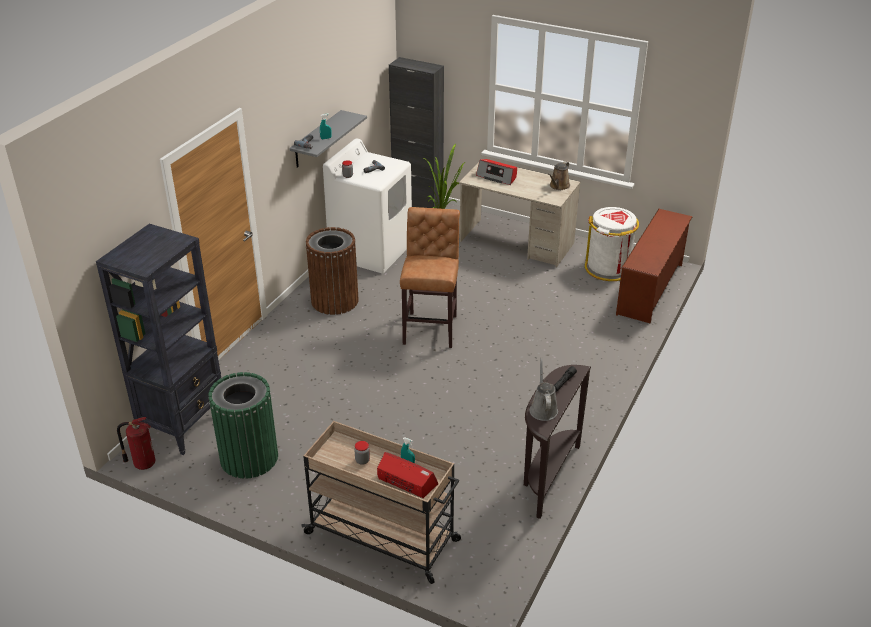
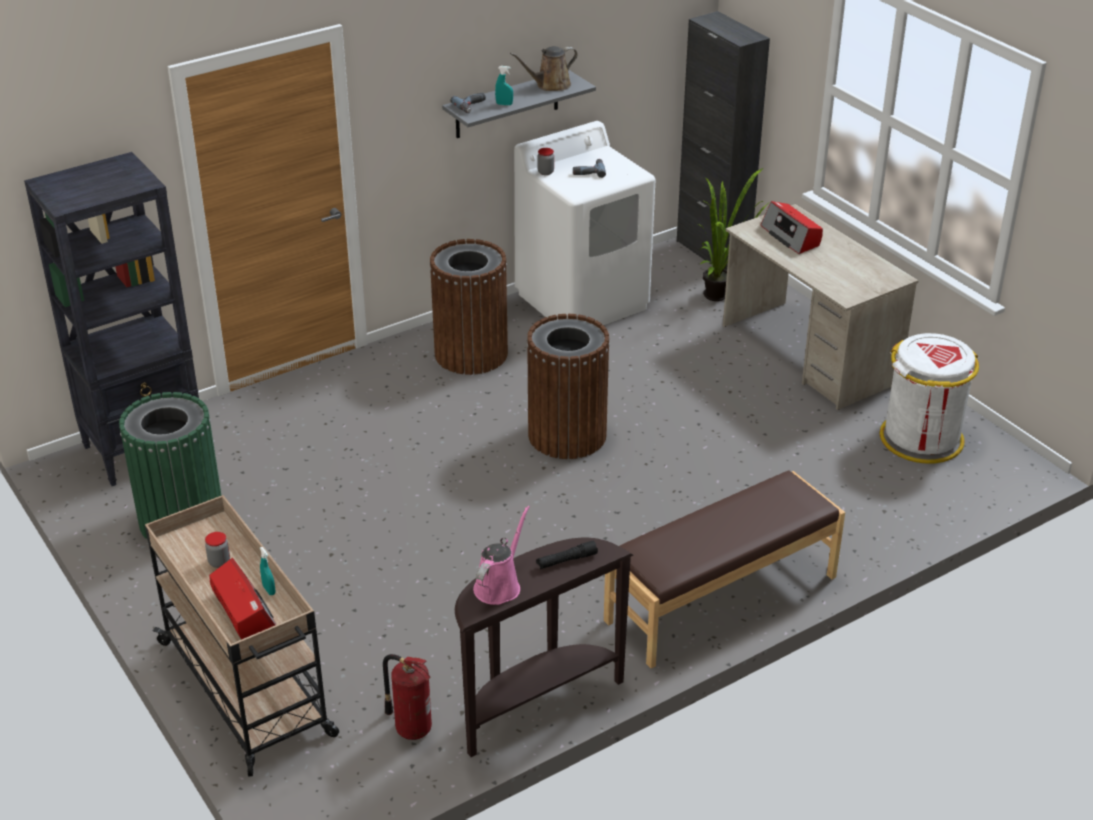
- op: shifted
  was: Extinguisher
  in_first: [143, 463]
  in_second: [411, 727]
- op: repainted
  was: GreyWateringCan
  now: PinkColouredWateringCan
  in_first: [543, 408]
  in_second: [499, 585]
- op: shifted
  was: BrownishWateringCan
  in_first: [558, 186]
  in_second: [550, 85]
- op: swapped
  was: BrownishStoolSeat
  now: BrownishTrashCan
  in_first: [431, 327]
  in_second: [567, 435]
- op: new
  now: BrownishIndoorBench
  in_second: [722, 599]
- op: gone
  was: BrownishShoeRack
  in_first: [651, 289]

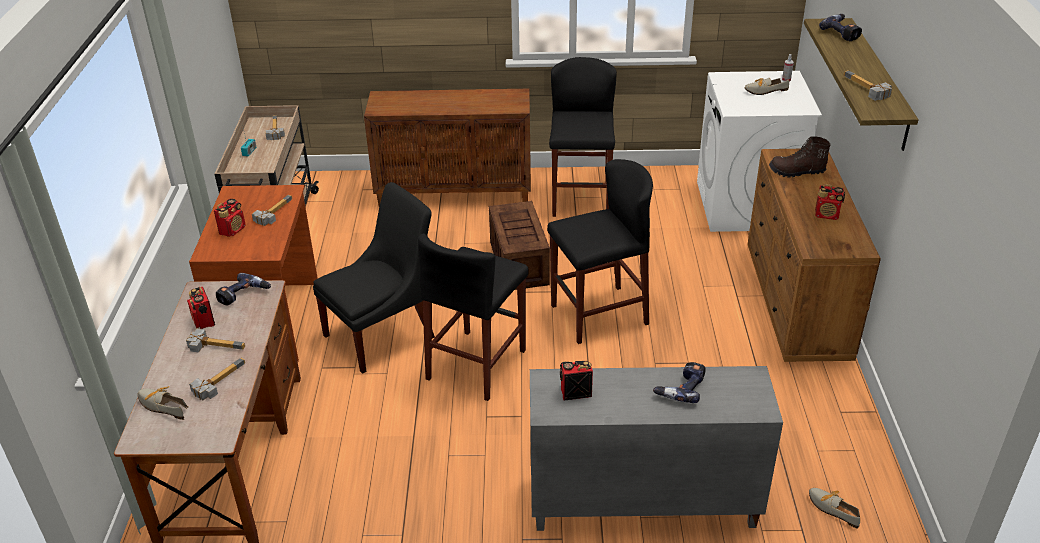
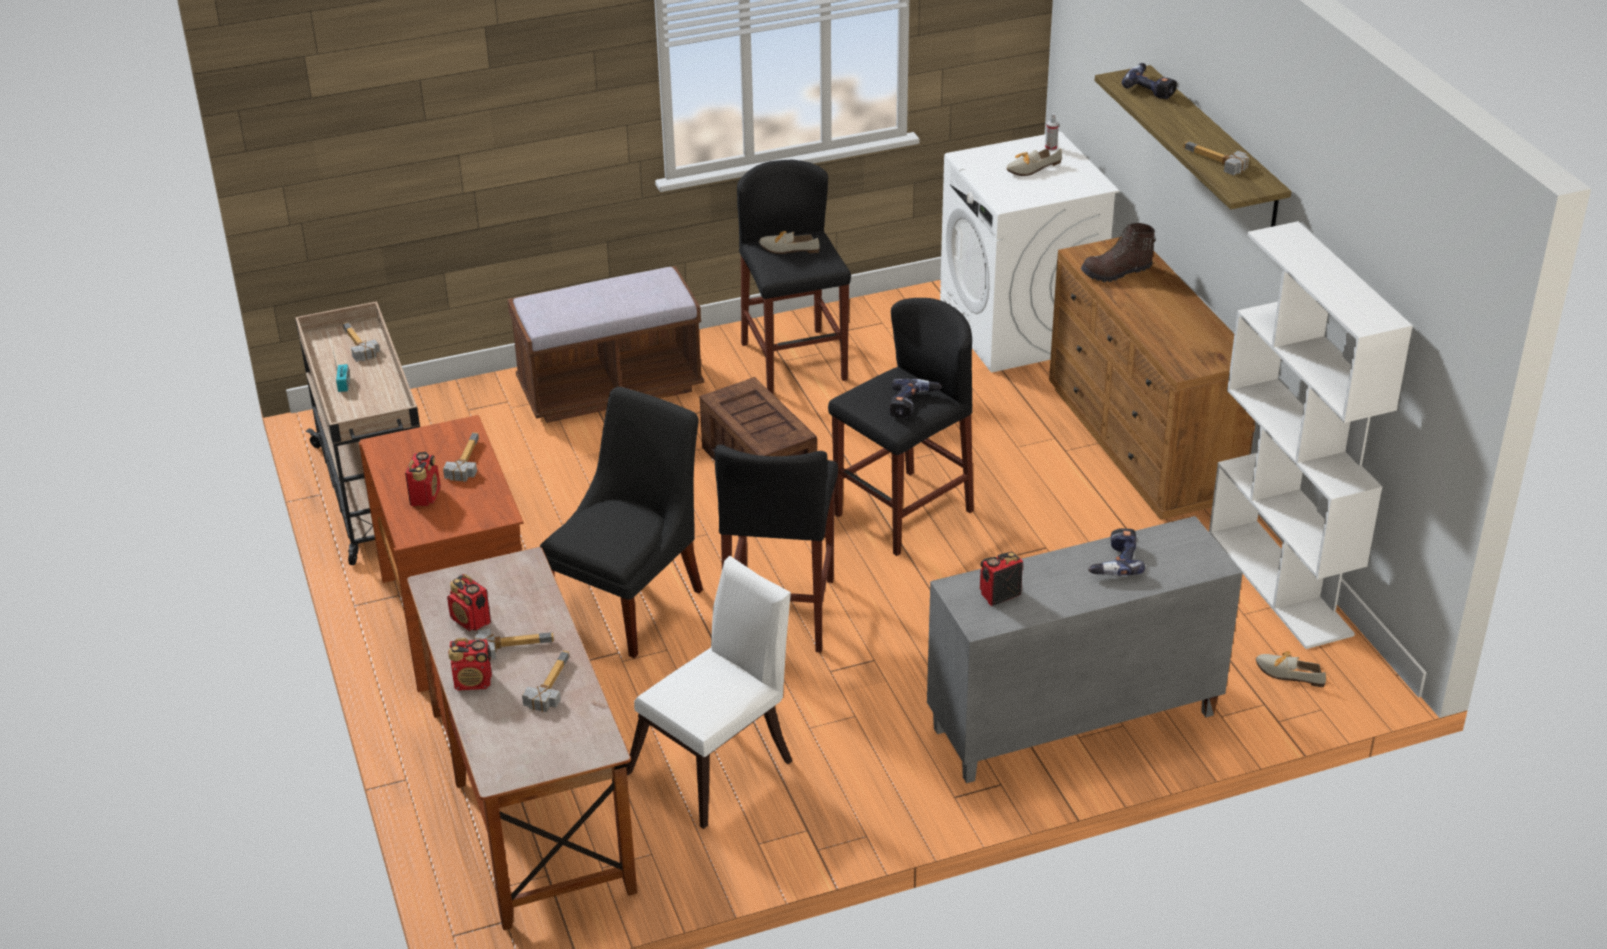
- op: shifted
  was: RadioReceiver
  in_first: [827, 215]
  in_second: [473, 682]
- op: swapped
  was: BrownishStorageCabinet
  now: BrownishIndoorBench
  in_first: [455, 193]
  in_second: [610, 388]
- op: new
  now: WhitishUprightChair
  in_second: [718, 762]
- op: shifted
  was: LowShoe
  in_first: [162, 405]
  in_second: [785, 248]
- op: shifted
  was: Drill
  in_first: [244, 296]
  in_second: [912, 404]
- op: new
  now: WhitishShelvingUnit
  in_second: [1280, 583]

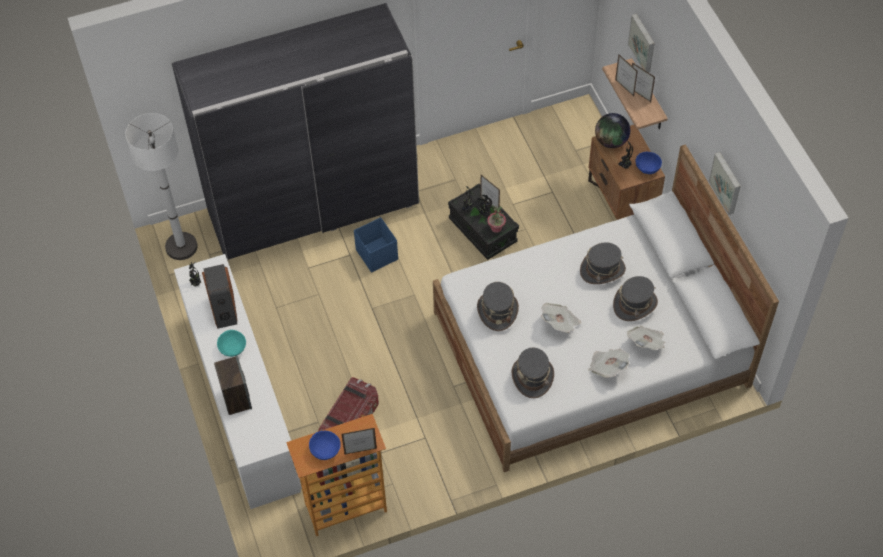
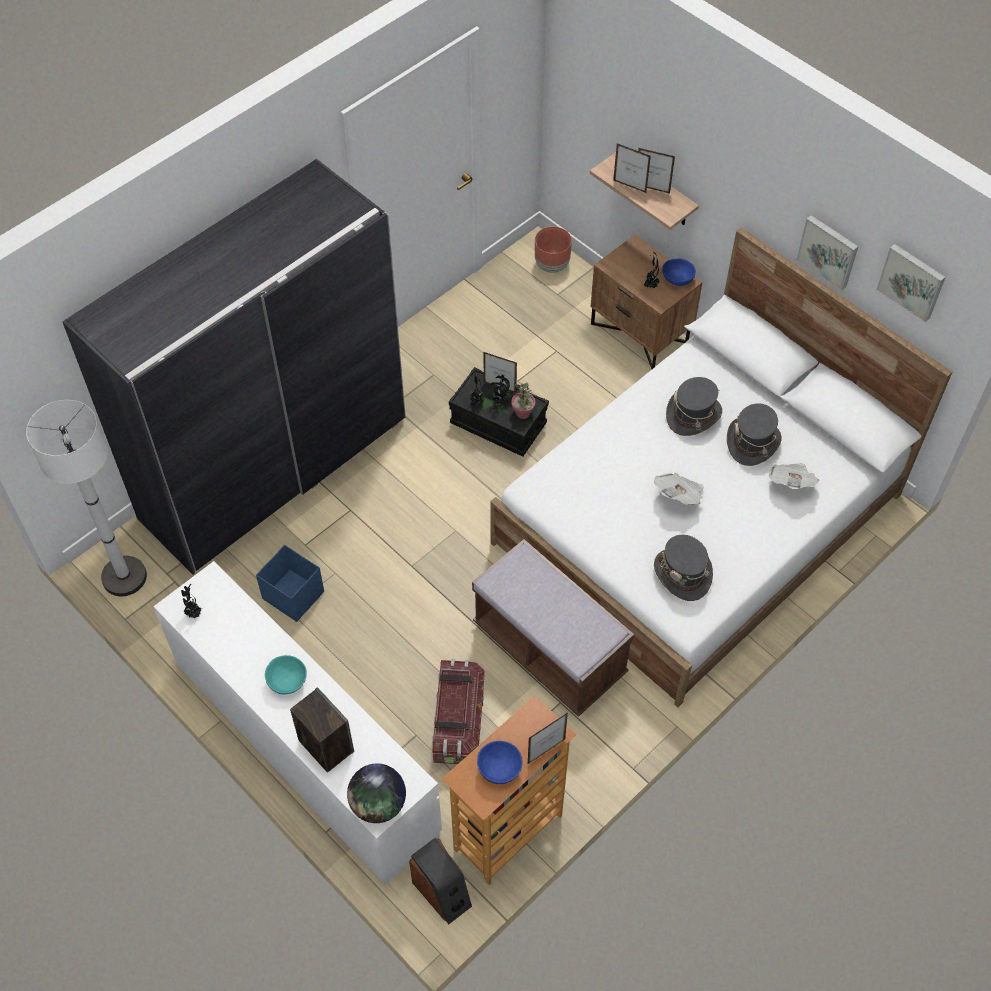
- op: shifted
  was: BlueStorageContainer
  in_first: [377, 254]
  in_second: [293, 595]
- op: shifted
  was: DeskGlobe
  in_first: [611, 141]
  in_second: [378, 804]
- op: shifted
  was: AudioSpeaker
  in_first: [224, 309]
  in_second: [442, 892]
- op: new
  now: BrownishIndoorBench
  in_second: [549, 650]
- op: new
  now: BrownishFlowerPot
  in_second: [552, 265]
- op: shifted
  was: Picture
  in_first: [643, 43]
  in_second: [912, 281]
- op: gone
  was: GreyHat
  in_first: [497, 311]
- op: gone
  was: DailyPaper
  in_first: [607, 367]

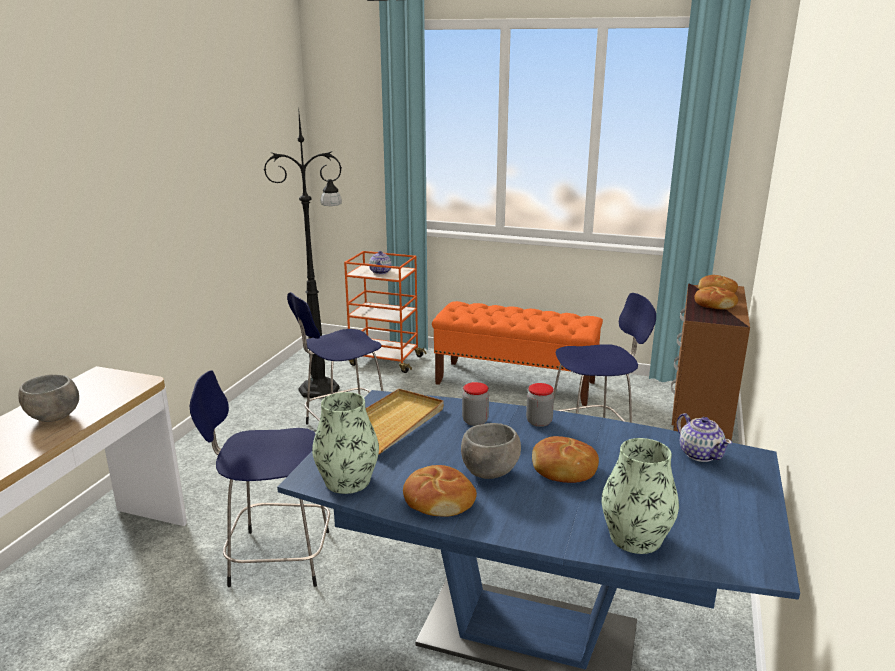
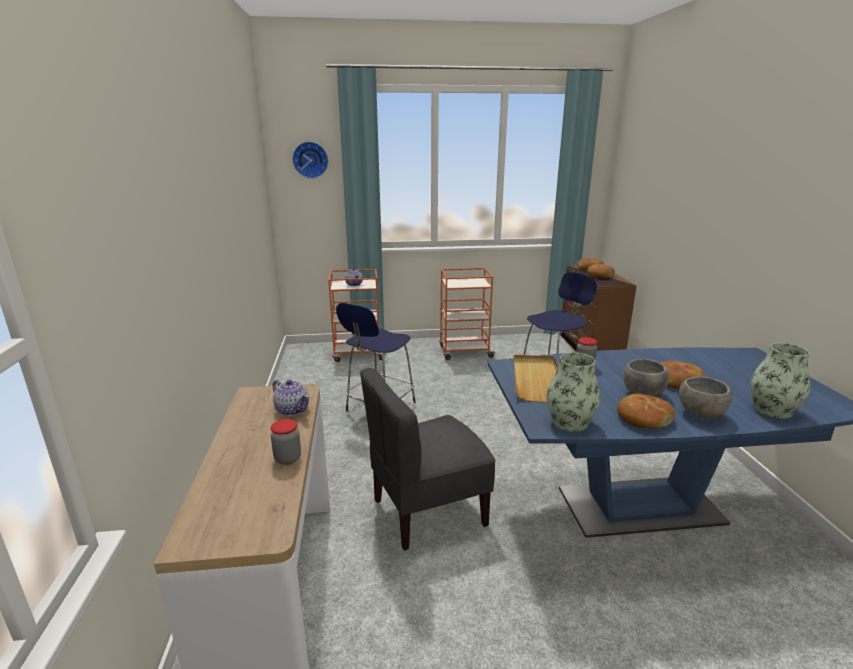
- op: shifted
  was: PreserveJar
  in_first: [539, 422]
  in_second: [287, 458]
- op: shifted
  was: TeaPot
  in_first: [700, 454]
  in_second: [292, 409]
- op: new
  now: ClockOnTheWall
  in_second: [310, 160]
- op: swapped
  was: BlueStoolSeat
  now: GreyUprightChair
  in_first: [276, 557]
  in_second: [428, 511]
- op: swapped
  was: OrangeyIndoorBench
  now: OrangeyTrolley
  in_first: [515, 383]
  in_second: [464, 352]
- op: shifted
  was: GreyDeepDish
  in_first: [54, 417]
  in_second: [701, 414]
- op: gone
  was: BlackishFloorLamp
  in_first: [321, 389]

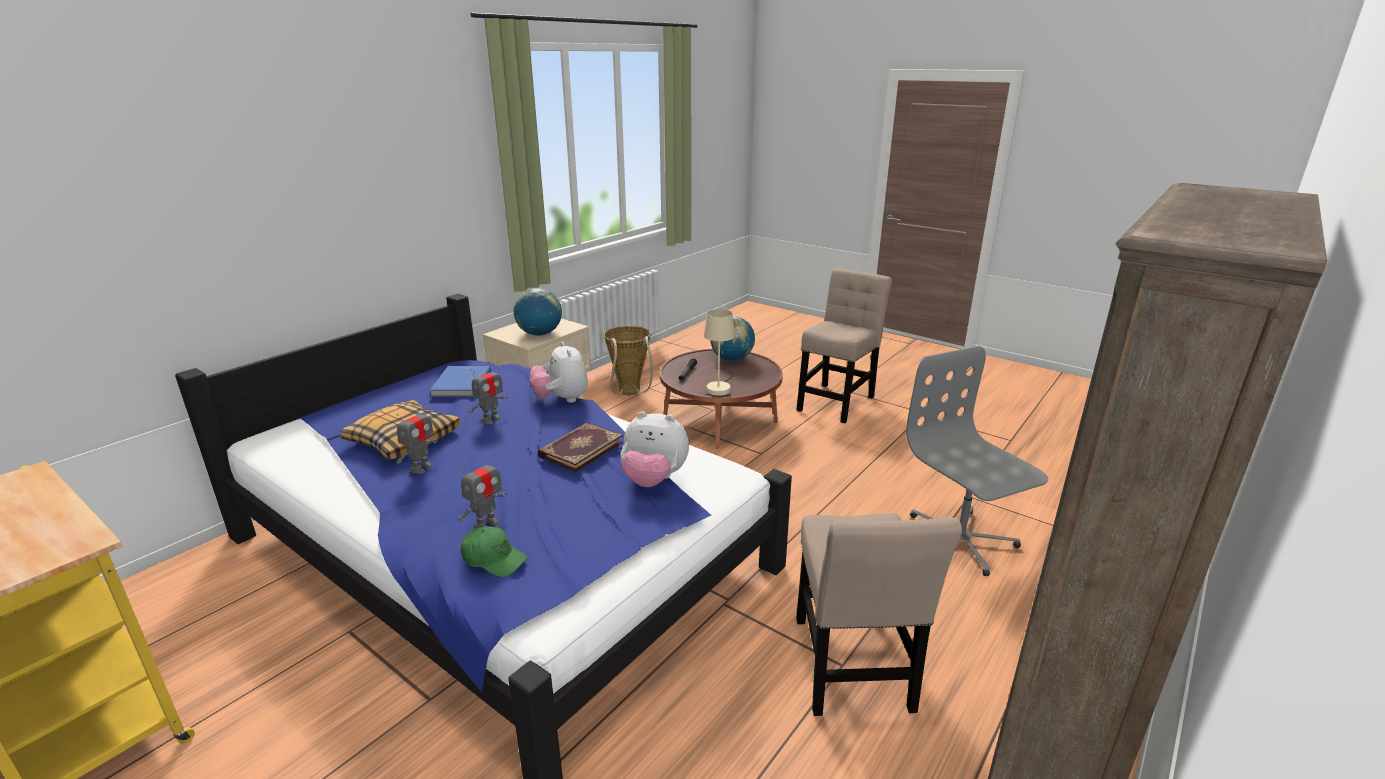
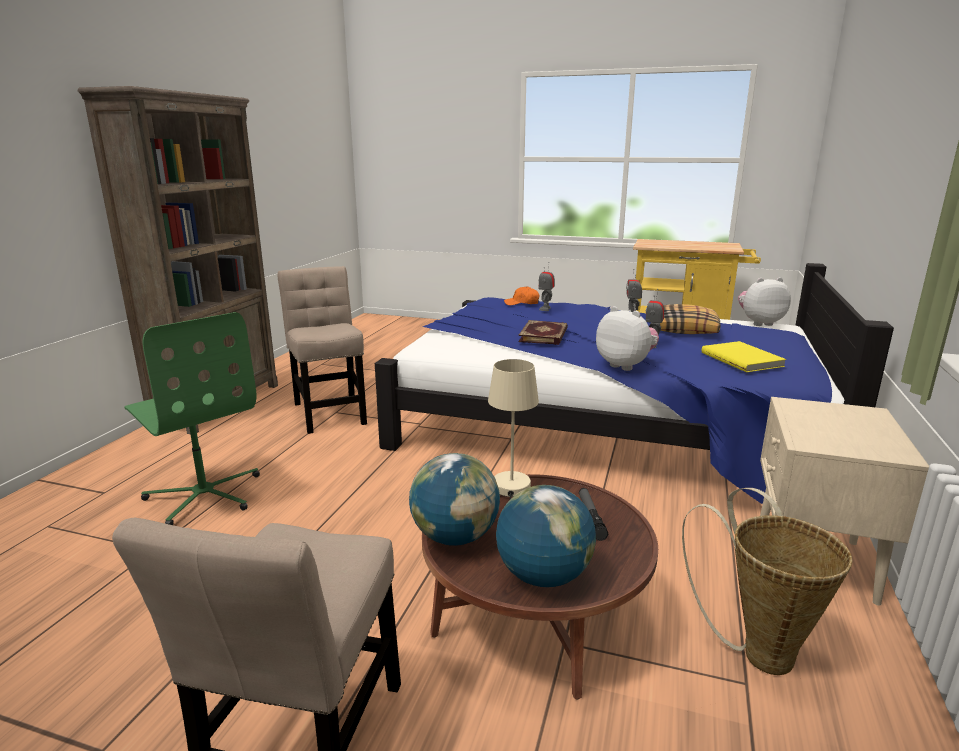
- op: repainted
  was: GreyDeskChair
  now: GreenColouredDeskChair
  in_first: [959, 541]
  in_second: [205, 495]
- op: shifted
  was: DeskGlobe
  in_first: [539, 334]
  in_second: [455, 537]
- op: repainted
  was: GreenColouredPeakedCap
  now: OrangeyPeakedCap
  in_first: [494, 559]
  in_second: [522, 303]
- op: repainted
  was: BlueBoundBook
  now: YellowBoundBook
  in_first: [460, 384]
  in_second: [743, 359]
- op: shifted
  was: CuddlyToy
  in_first: [654, 480]
  in_second: [759, 323]

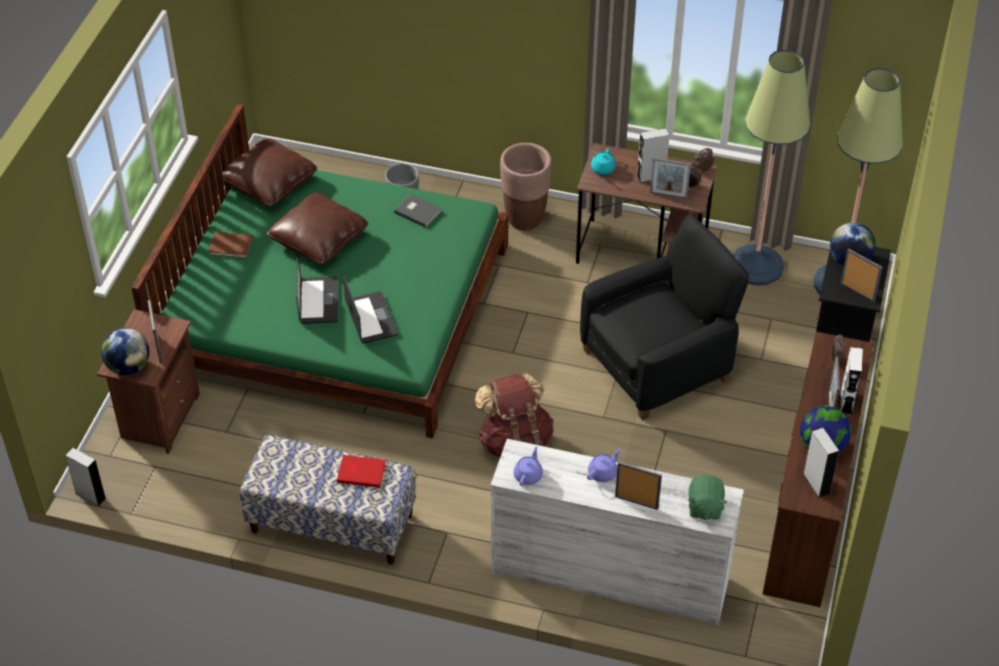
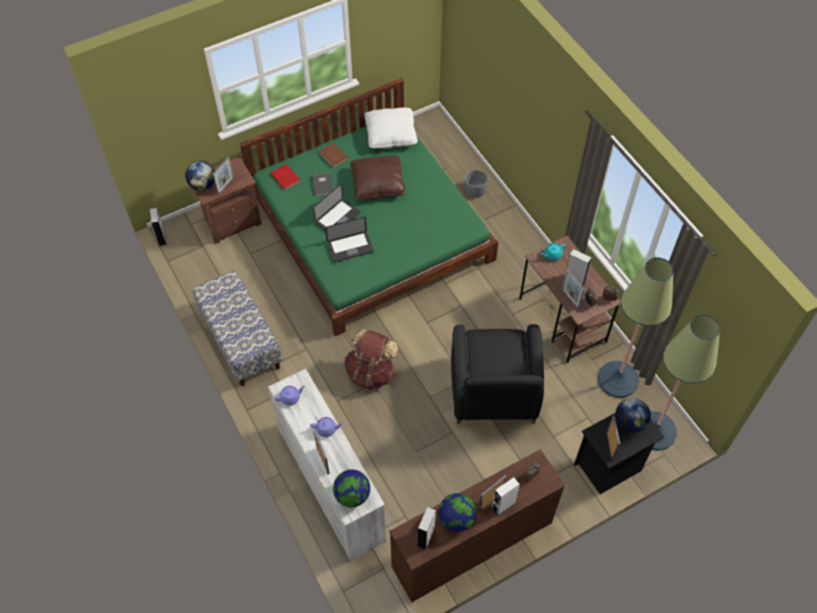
- op: shifted
  was: RedBoundBook
  in_first: [361, 471]
  in_second: [286, 177]
- op: shifted
  was: GreyBoundBook
  in_first: [418, 211]
  in_second: [323, 185]
- op: rotated
  was: PortableComputer
  in_first: [371, 318]
  in_second: [350, 247]
  clockwise: 45
- op: swapped
  was: GreenColouredCuddlyToy
  now: DeskGlobe
  in_first: [704, 507]
  in_second: [352, 495]
- op: repainted
  was: BrownishCushion
  now: WhitishCushion
  in_first: [269, 183]
  in_second: [390, 135]
- op: rotated
  was: BlackishArmchair
  in_first: [658, 364]
  in_second: [493, 391]
  clockwise: 75
- op: gone
  was: BrownishFlowerPot
  in_first: [525, 218]

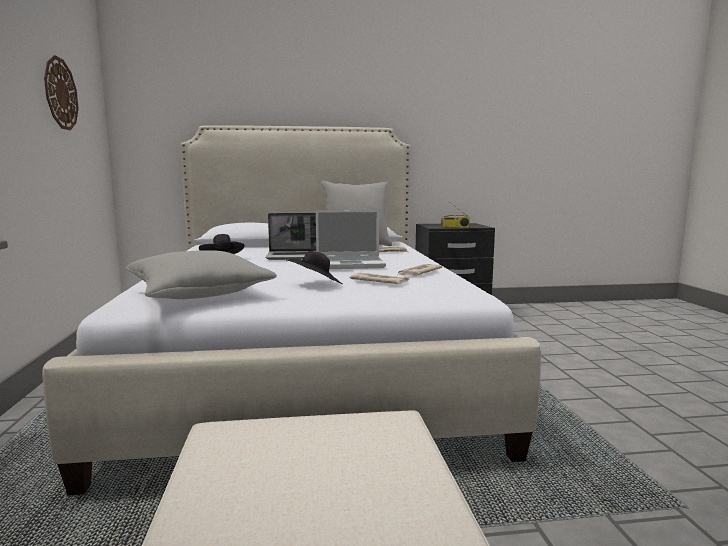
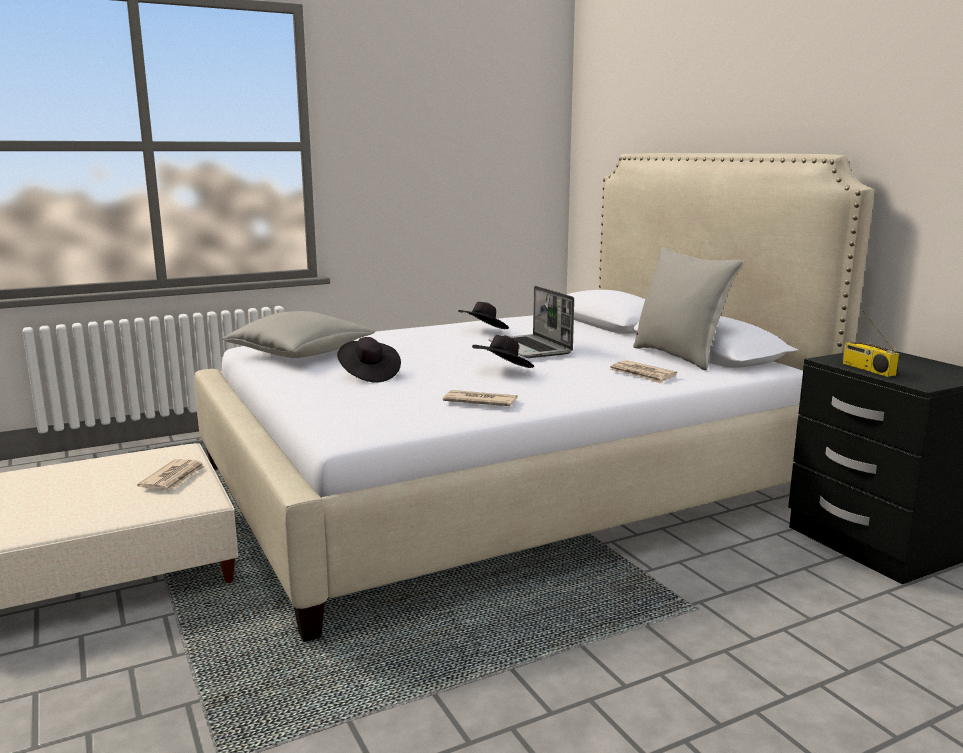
- op: shifted
  was: DailyPaper
  in_first: [379, 281]
  in_second: [174, 478]
- op: swapped
  was: PortableComputer
  now: BlackishHat
  in_first: [350, 264]
  in_second: [503, 371]
- op: gone
  was: ClockOnTheWall
  in_first: [60, 93]

